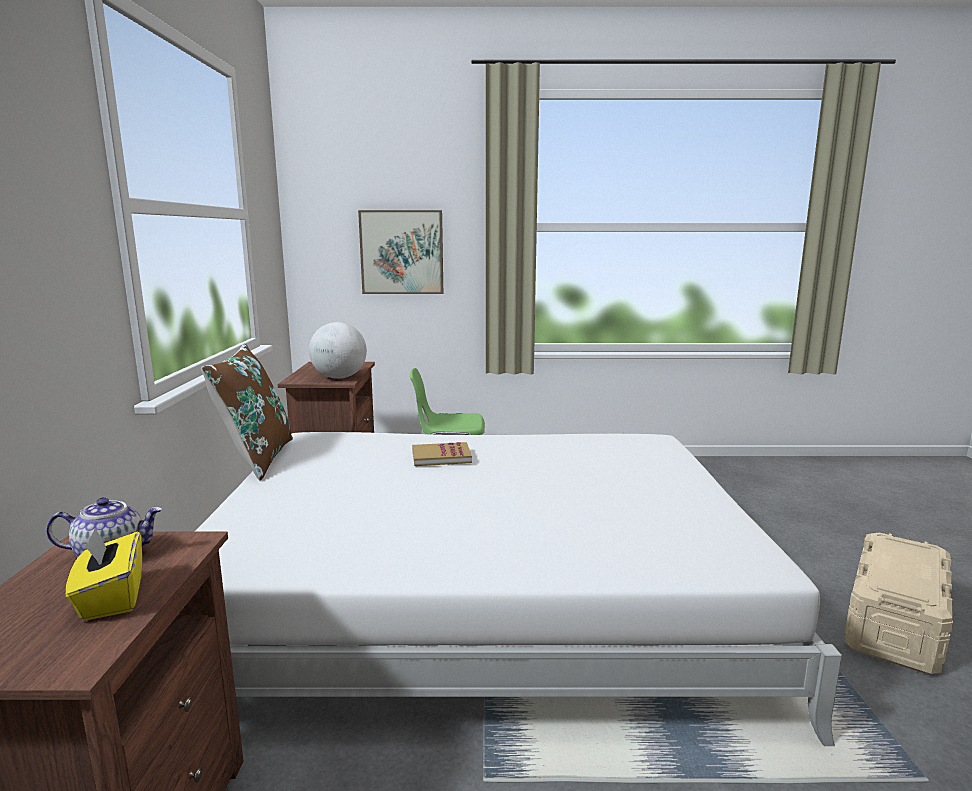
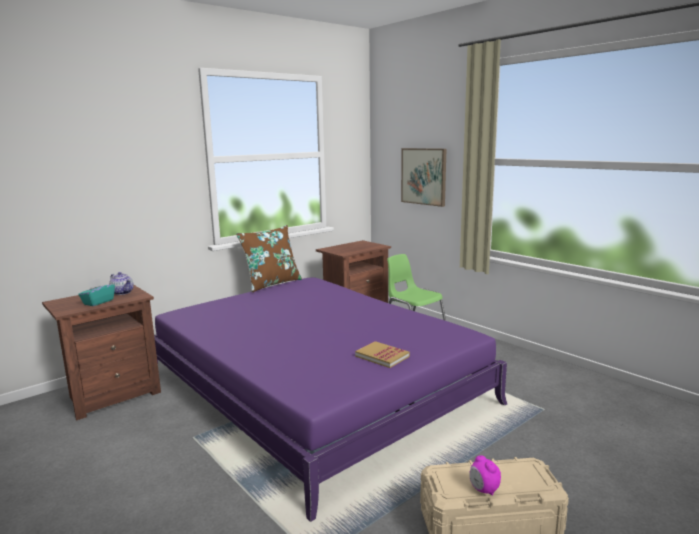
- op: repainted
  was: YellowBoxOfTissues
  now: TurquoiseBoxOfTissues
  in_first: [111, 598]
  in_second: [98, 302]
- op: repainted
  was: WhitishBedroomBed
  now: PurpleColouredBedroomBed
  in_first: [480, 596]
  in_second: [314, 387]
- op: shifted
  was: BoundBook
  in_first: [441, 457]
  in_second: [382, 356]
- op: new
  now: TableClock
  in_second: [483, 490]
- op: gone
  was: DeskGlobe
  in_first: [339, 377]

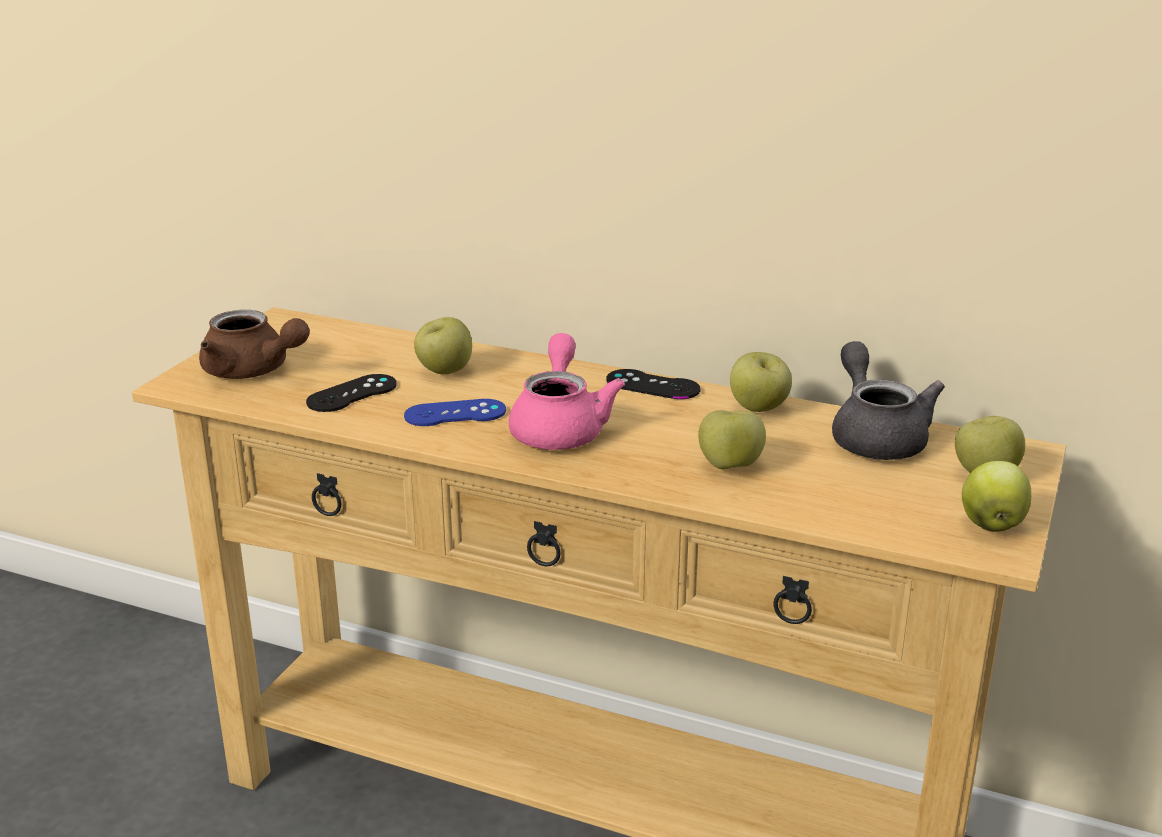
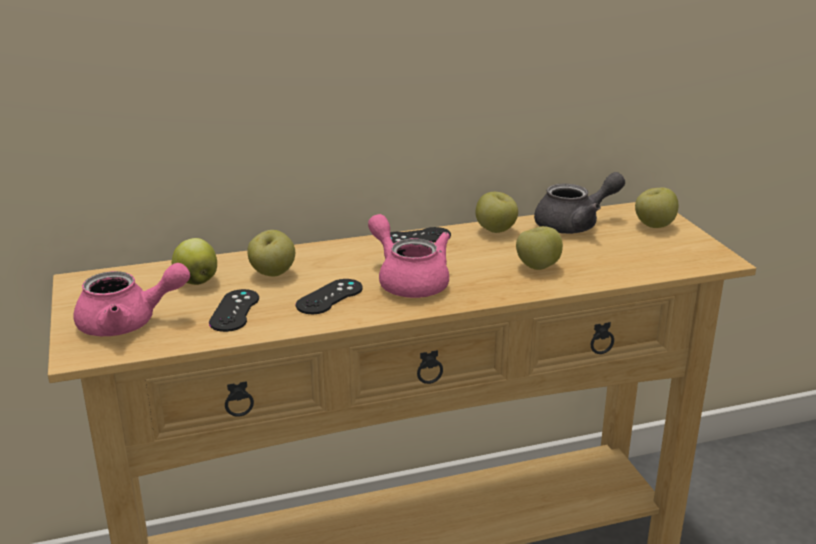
- op: repainted
  was: BrownishTeaPot
  now: PinkColouredTeaPot
  in_first: [253, 371]
  in_second: [128, 323]
- op: shifted
  was: WholeApple
  in_first: [991, 525]
  in_second: [196, 281]
- op: repainted
  was: BlueJoypad
  now: BlackishJoypad
  in_first: [455, 413]
  in_second: [329, 297]
- op: rotated
  was: GreyTeaPot
  in_first: [875, 436]
  in_second: [575, 225]
  clockwise: 120

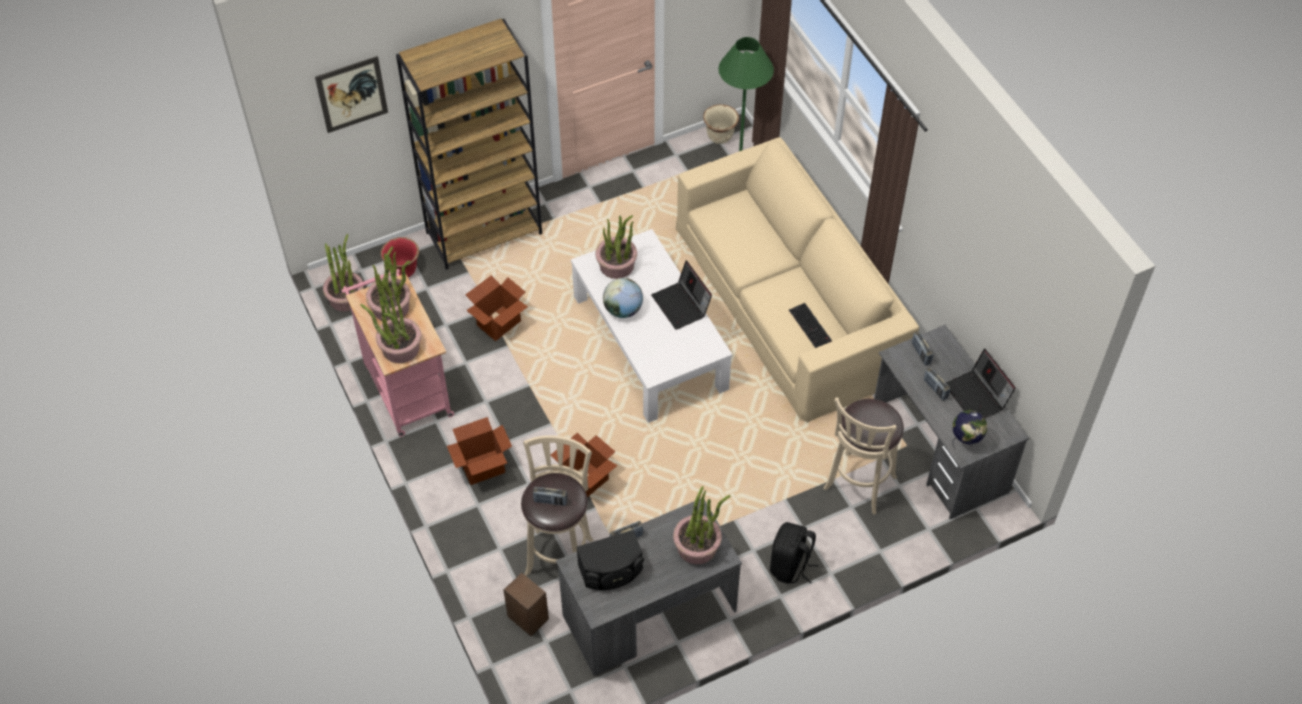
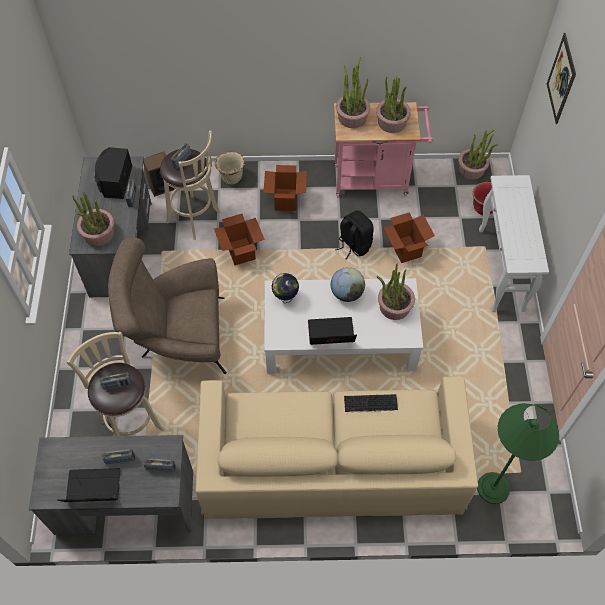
- op: new
  now: RadioReceiver
  in_second: [117, 384]
- op: new
  now: BrownishArmchair
  in_second: [177, 338]
- op: shifted
  was: BeigeColouredFlowerPot
  in_first: [720, 137]
  in_second: [231, 178]
- op: shifted
  was: DeskGlobe
  in_first: [965, 441]
  in_second: [285, 297]
- op: shifted
  was: BlackishRucksack
  in_first: [790, 566]
  in_second: [353, 245]
- op: shifted
  was: PcKeyboard
  in_first: [812, 327]
  in_second: [370, 404]
- op: swapped
  was: BrownishShelvingUnit
  now: WhitishConsoleTable
  in_first: [484, 233]
  in_second: [501, 270]

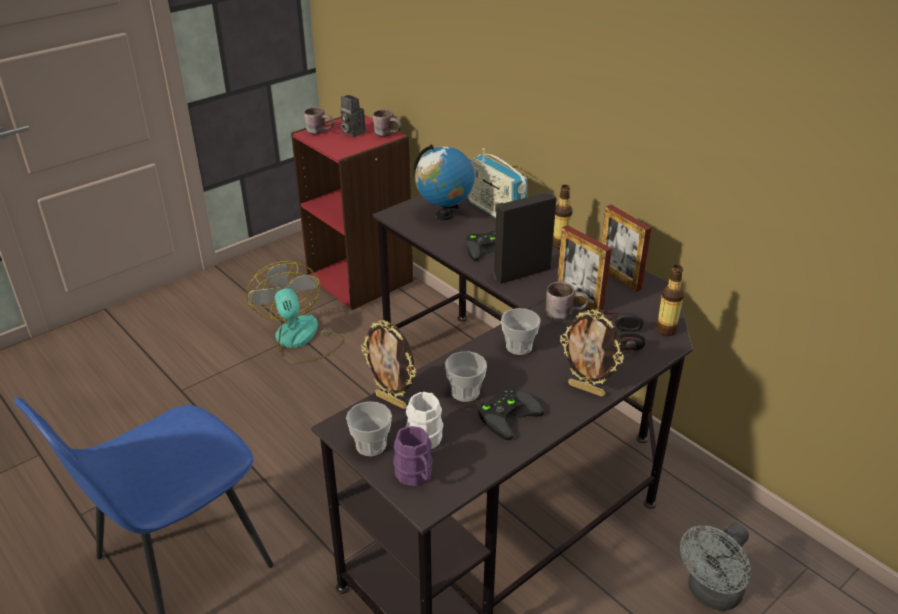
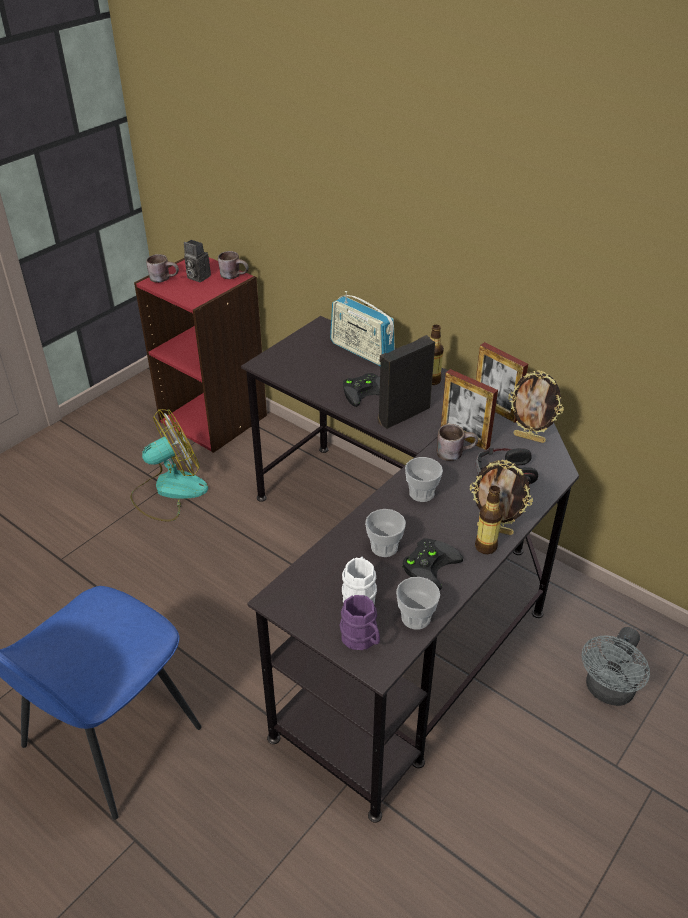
- op: rotated
  was: CoolingFan
  in_first: [300, 340]
  in_second: [169, 491]
  clockwise: 90
- op: shifted
  was: DrinkingCup
  in_first: [371, 445]
  in_second: [416, 618]
- op: shifted
  was: DrinkBottle
  in_first: [666, 330]
  in_second: [485, 547]
- op: shifted
  was: PictureFrame
  in_first: [392, 401]
  in_second: [529, 438]
- op: gone
  was: DeskGlobe
  in_first: [444, 215]

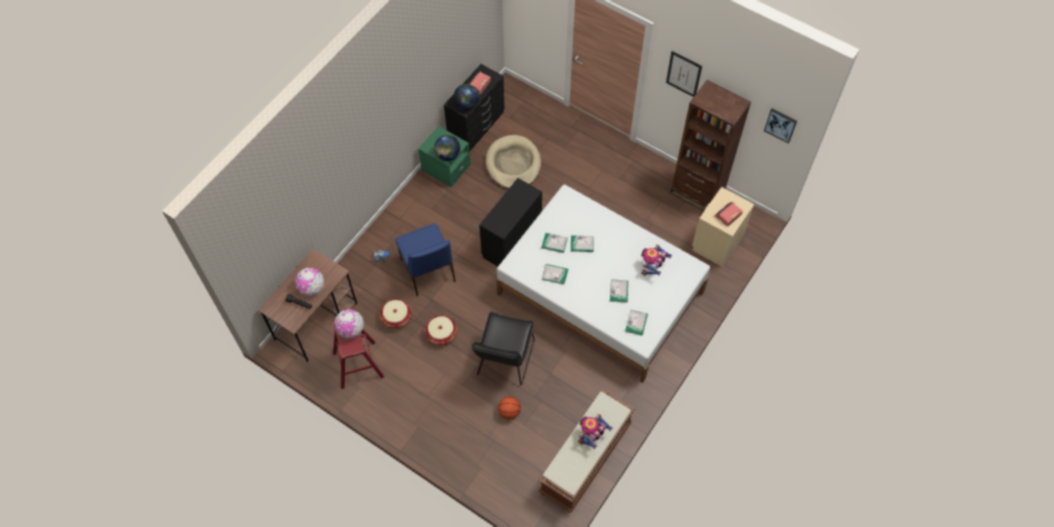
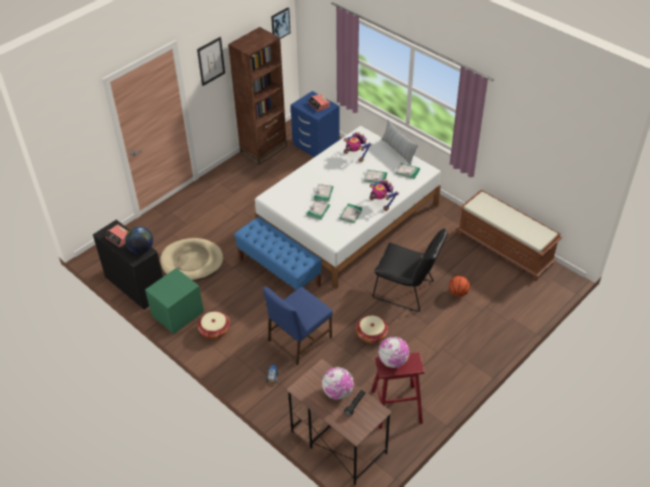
- op: shifted
  was: StorageBasket
  in_first: [396, 317]
  in_second: [214, 330]
- op: swapped
  was: BlackishChestOfDrawers
  now: BlueIndoorBench
  in_first: [511, 241]
  in_second: [279, 273]
- op: rotated
  was: BlueUprightChair
  in_first: [427, 271]
  in_second: [298, 339]
  clockwise: 150
- op: repainted
  was: BeigeColouredBedsideTable
  now: BlueBedsideTable
  in_first: [716, 242]
  in_second: [315, 146]
- op: shifted
  was: ModelRobot
  in_first: [592, 436]
  in_second: [381, 203]
- op: new
  now: Cushion
  in_second: [398, 151]
- op: gone
  was: DeskGlobe
  in_first: [448, 155]

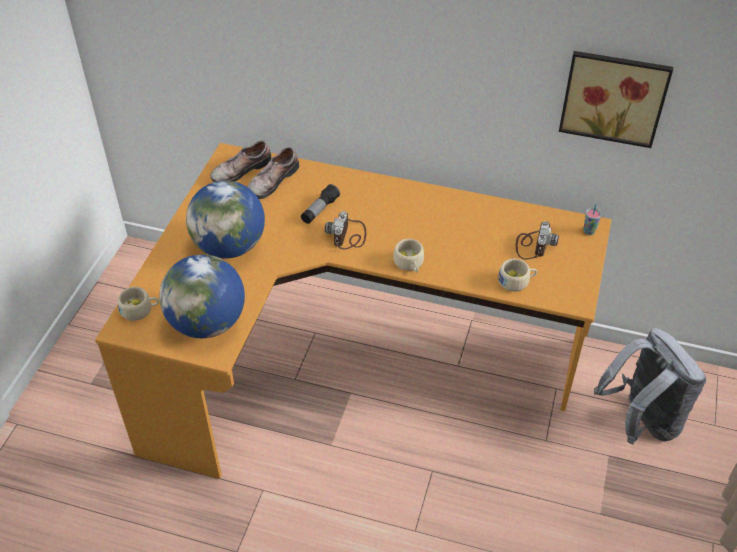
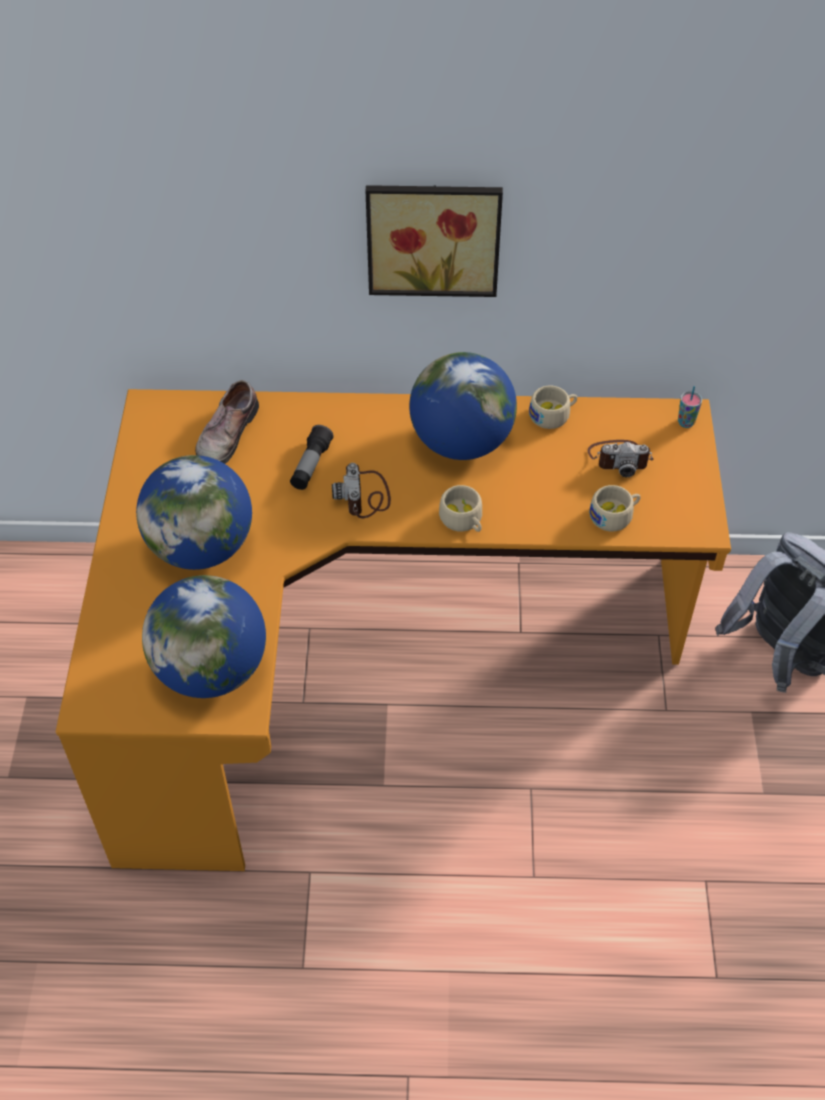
- op: shifted
  was: Picture
  in_first: [614, 96]
  in_second: [433, 236]
- op: new
  now: DeskGlobe
  in_second: [461, 442]
- op: shifted
  was: BeigeColouredDrinkingCup
  in_first: [140, 310]
  in_second: [553, 415]
- op: rotated
  was: StillCamera
  in_first: [533, 245]
  in_second: [619, 458]
  clockwise: 90
- op: gone
  was: LowShoe
  in_first: [240, 169]

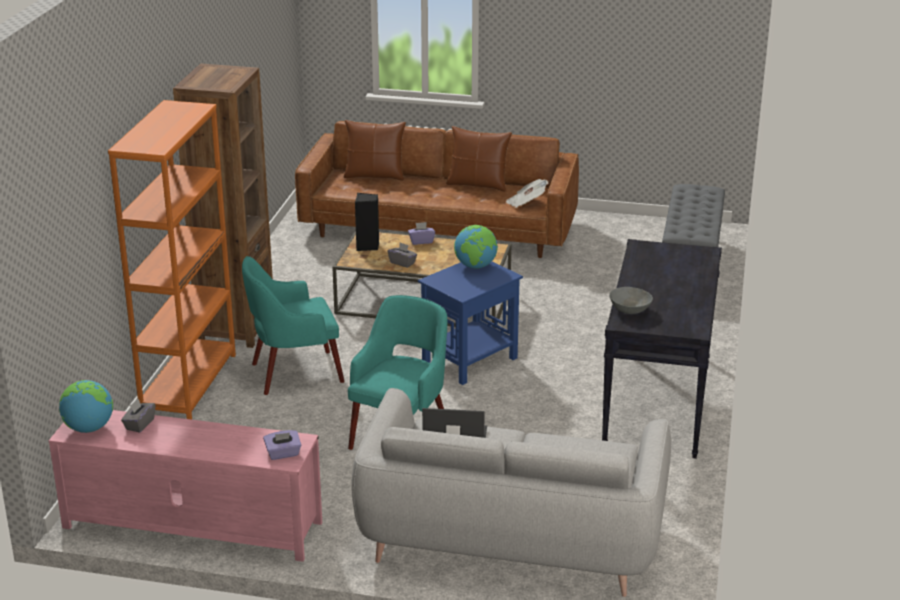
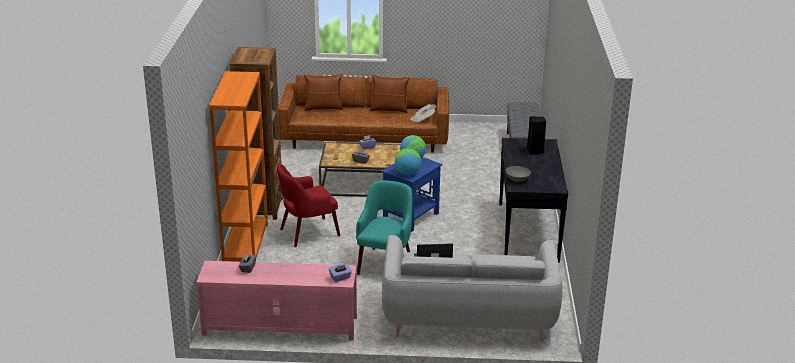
- op: repainted
  was: TurquoiseArmchair
  now: RedArmchair
  in_first: [294, 373]
  in_second: [307, 232]
- op: shifted
  was: DeskGlobe
  in_first: [89, 428]
  in_second: [407, 173]
- op: shifted
  was: BlackishAudioSpeaker
  in_first: [367, 246]
  in_second: [535, 151]

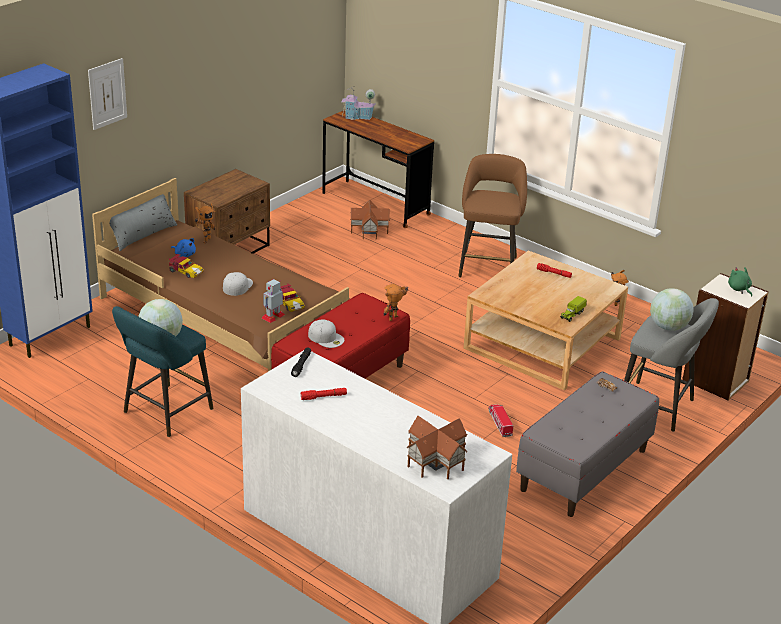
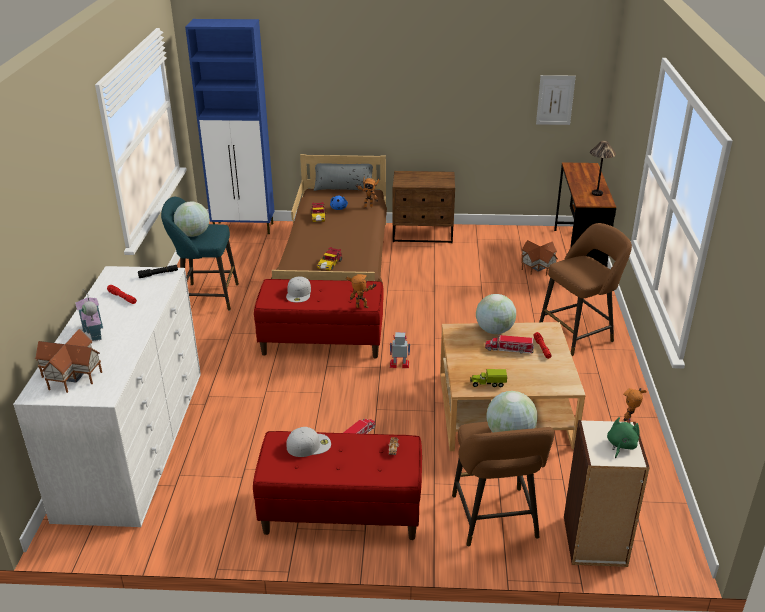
- op: shifted
  was: ToyHouse
  in_first: [357, 117]
  in_second: [93, 331]
- op: repainted
  was: GreyIndoorBench
  now: RedIndoorBench
  in_first: [584, 470]
  in_second: [341, 513]
- op: shifted
  was: WhitishPeakedCap
  in_first: [237, 286]
  in_second: [309, 445]
- op: shifted
  was: ModelRobot
  in_first: [273, 316]
  in_second: [399, 364]
- op: repainted
  was: GreyStoolSeat
  now: BrownishStoolSeat
  in_first: [659, 408]
  in_second: [495, 521]
- op: new
  now: DeskGlobe
  in_second: [494, 330]
- op: new
  now: ModelTruck
  in_second: [509, 349]
- op: shifted
  was: Picture
  in_first: [107, 94]
  in_second: [555, 100]
- op: new
  now: LampForATable
  in_second: [597, 193]

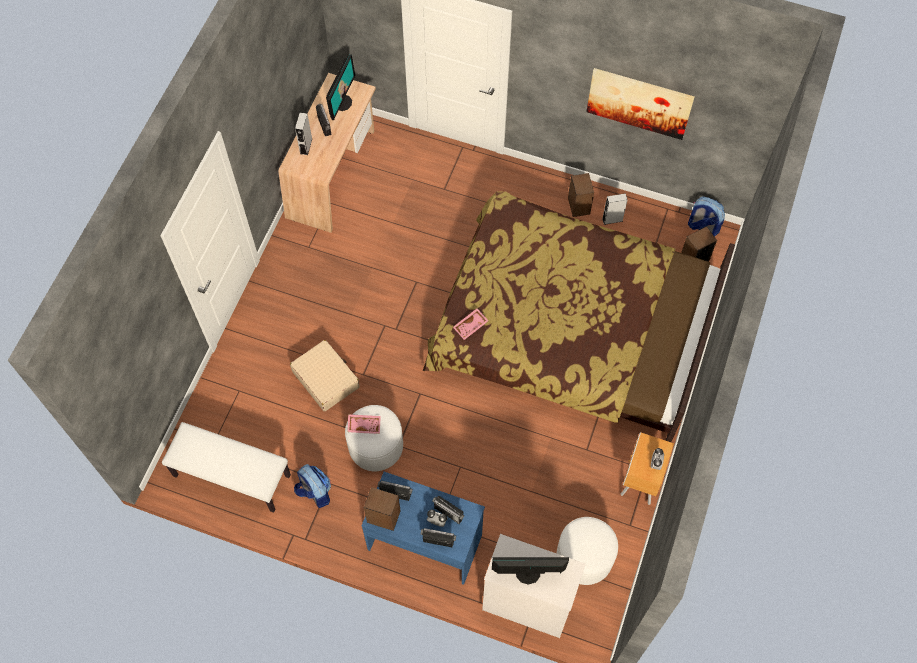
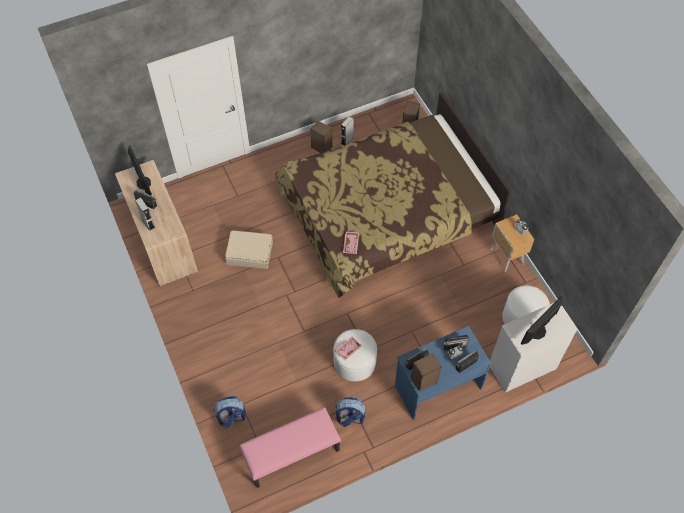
- op: shifted
  was: Rucksack
  in_first: [702, 227]
  in_second: [231, 417]
- op: shifted
  was: BeigeColouredTravelCase
  in_first: [326, 379]
  in_second: [249, 253]
- op: repainted
  was: WhitishIndoorBench
  now: PinkColouredIndoorBench
  in_first: [231, 476]
  in_second: [291, 455]
- op: gone
  was: Picture
  in_first: [639, 103]

